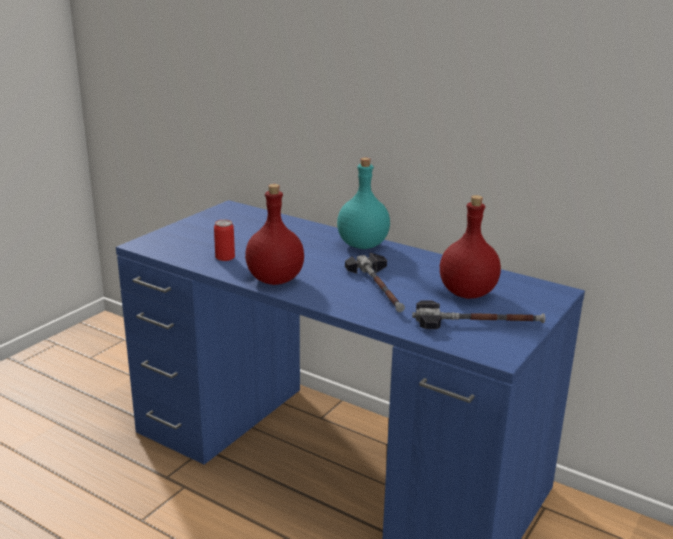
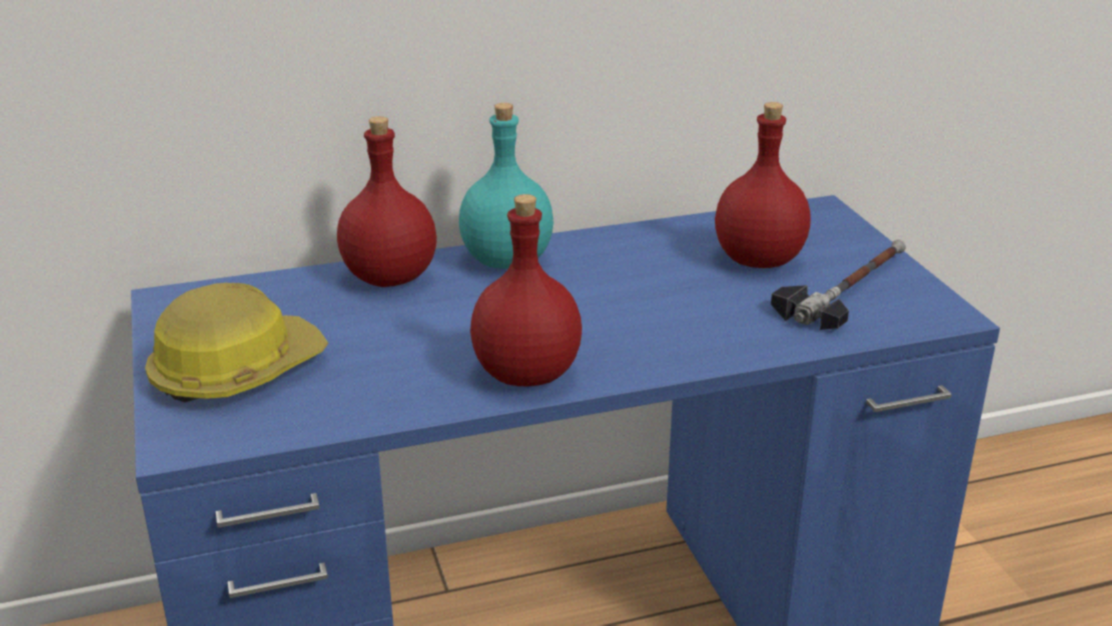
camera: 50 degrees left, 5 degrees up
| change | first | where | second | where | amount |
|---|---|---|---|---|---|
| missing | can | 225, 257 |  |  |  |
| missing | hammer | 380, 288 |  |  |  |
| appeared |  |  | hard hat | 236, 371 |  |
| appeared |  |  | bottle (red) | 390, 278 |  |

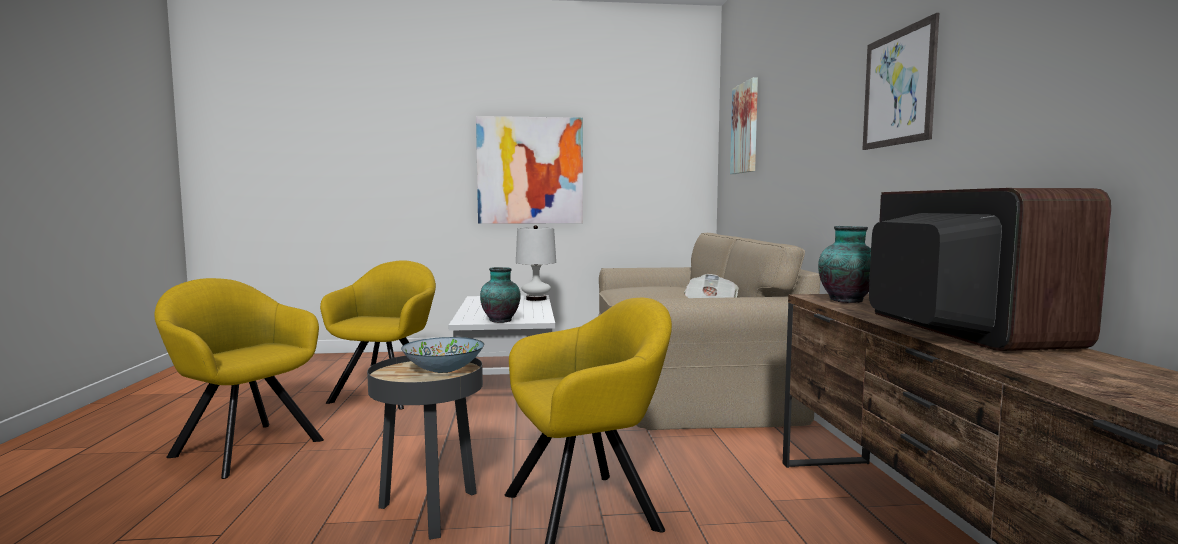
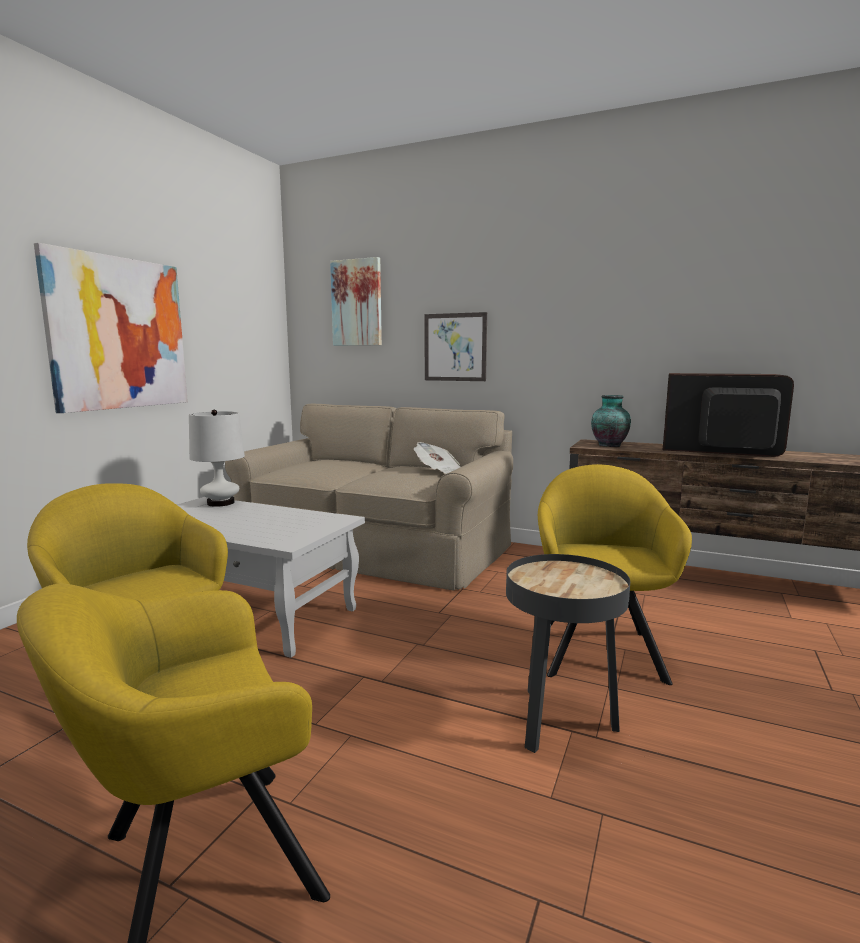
camera: 60 degrees left, 5 degrees up
| change | first | where | second | where | amount |
|---|---|---|---|---|---|
| missing | bowl | 444, 370 |  |  |  |
| missing | vase | 501, 320 |  |  |  |
| relocated | picture | 898, 88 |  | 455, 347 |  |

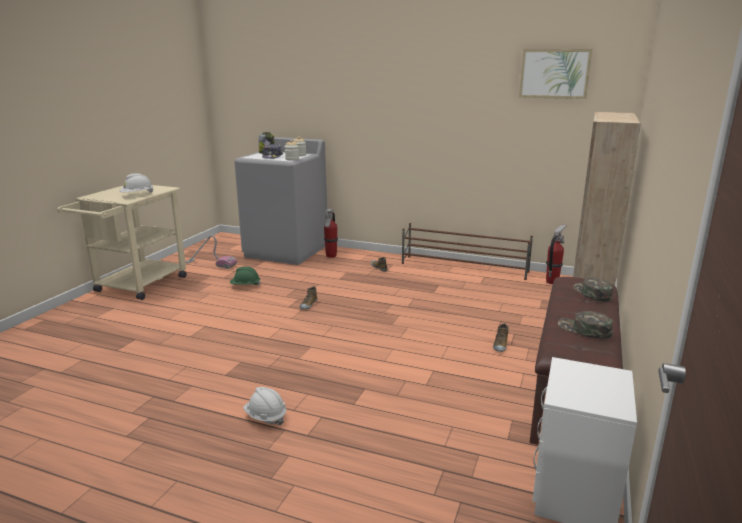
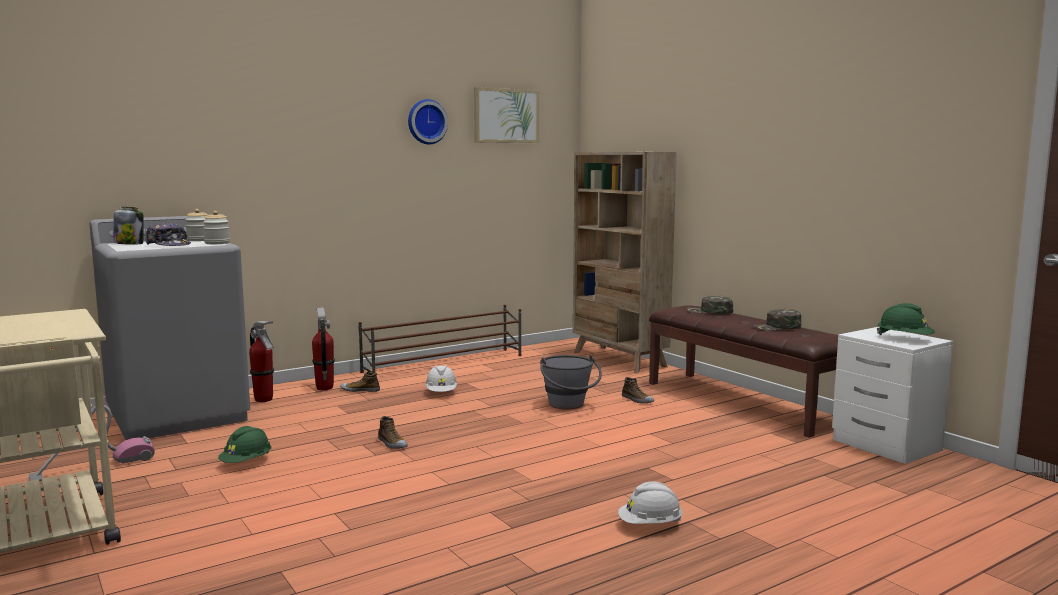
camera: 55 degrees left, 10 degrees down
| change | first | where | second | where | amount |
|---|---|---|---|---|---|
| relocated | hard hat (white) | 137, 195 |  | 441, 393 |  |
| relocated | fire extinguisher | 552, 282 |  | 324, 388 |  |
| appeared |  |  | wall clock | 426, 122 |  |
| appeared |  |  | bucket (grey) | 569, 406 |  |
| appeared |  |  | hard hat (green) | 904, 338 |  |

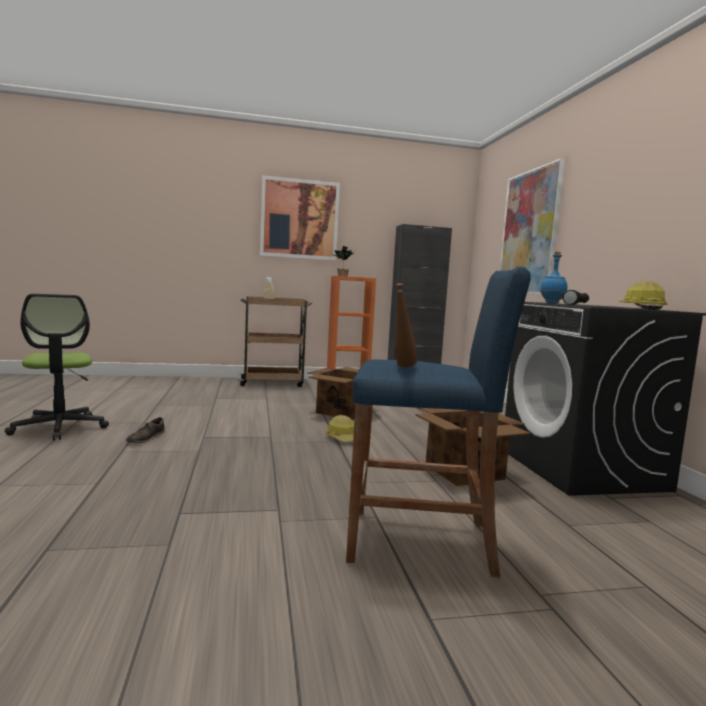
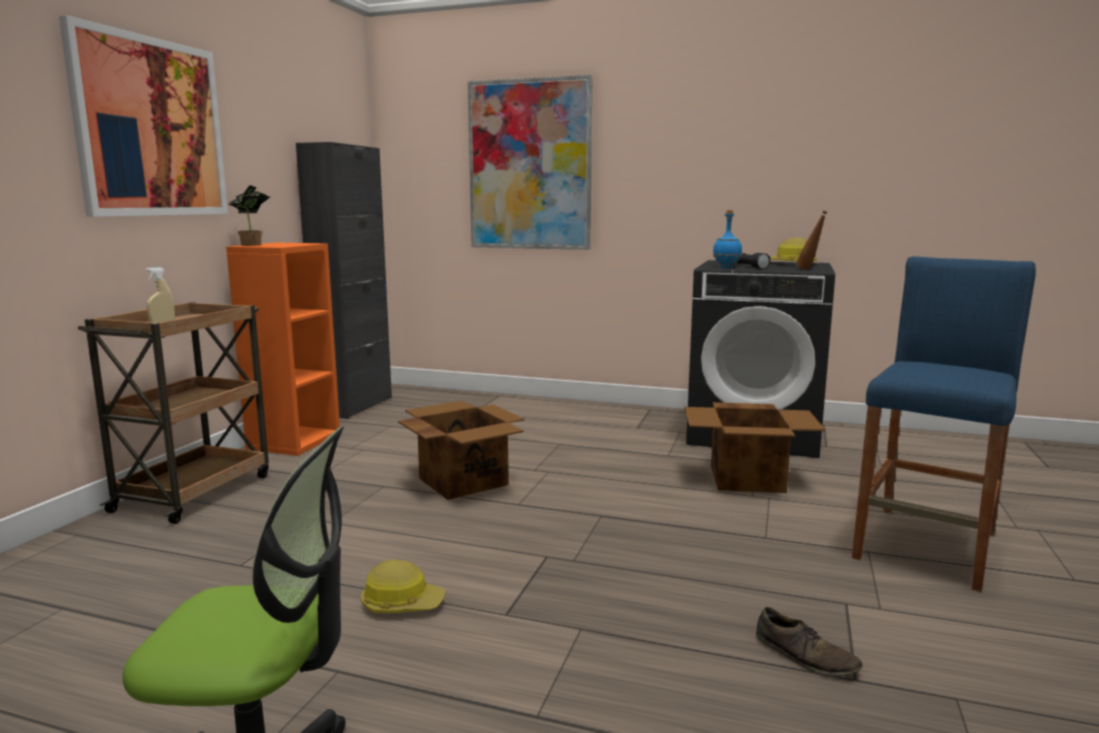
camera: 60 degrees left, 5 degrees up
| change | first | where | second | where | amount |
|---|---|---|---|---|---|
| relocated | shoe (brown) | 145, 438 |  | 805, 656 |  |
| relocated | hard hat | 343, 438 |  | 402, 603 |  |
| relocated | bottle (brown) | 401, 367 |  | 809, 269 |  |

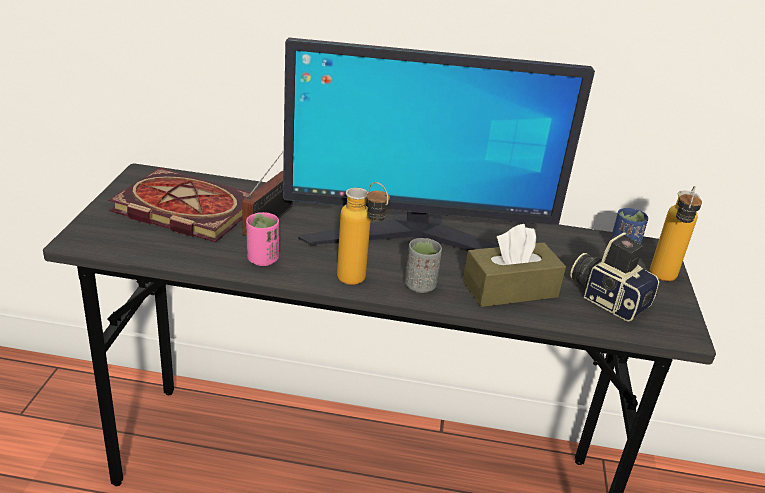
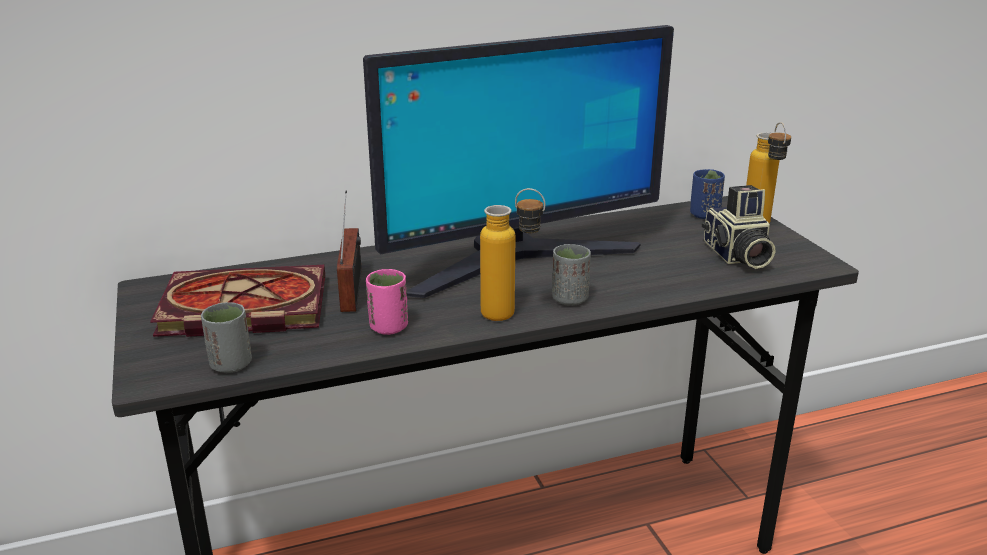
camera: 25 degrees left, 5 degrees down
| change | first | where | second | where | amount |
|---|---|---|---|---|---|
| missing | tissue box (brown) | 510, 289 |  |  |  |
| spun | photo camera | 608, 298 |  | 736, 256 | 120 degrees counterclockwise |
| appeared |  |  | cup (grey) | 231, 365 |  |

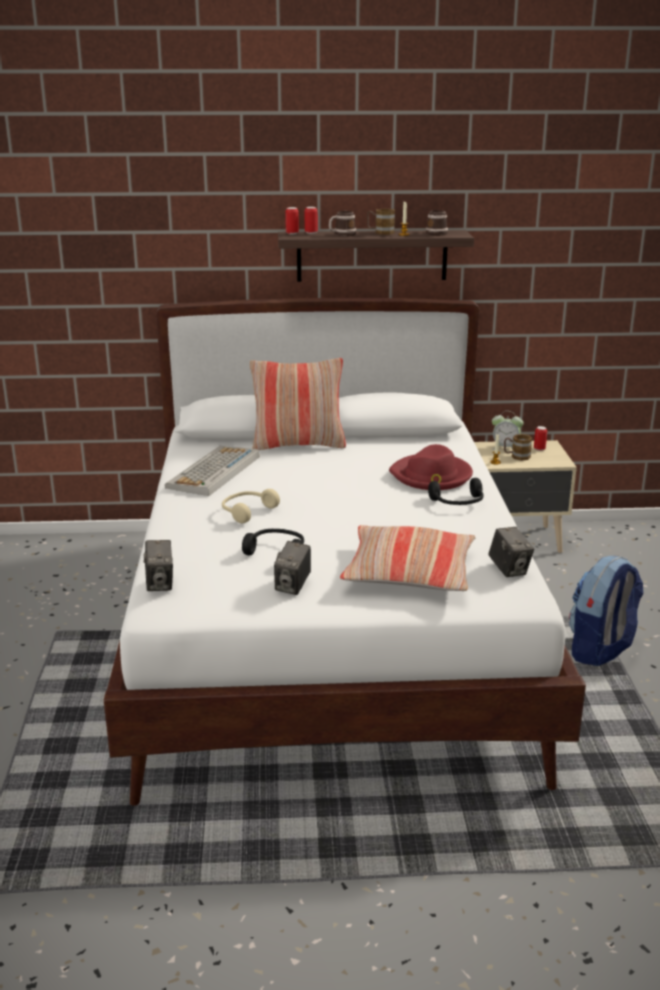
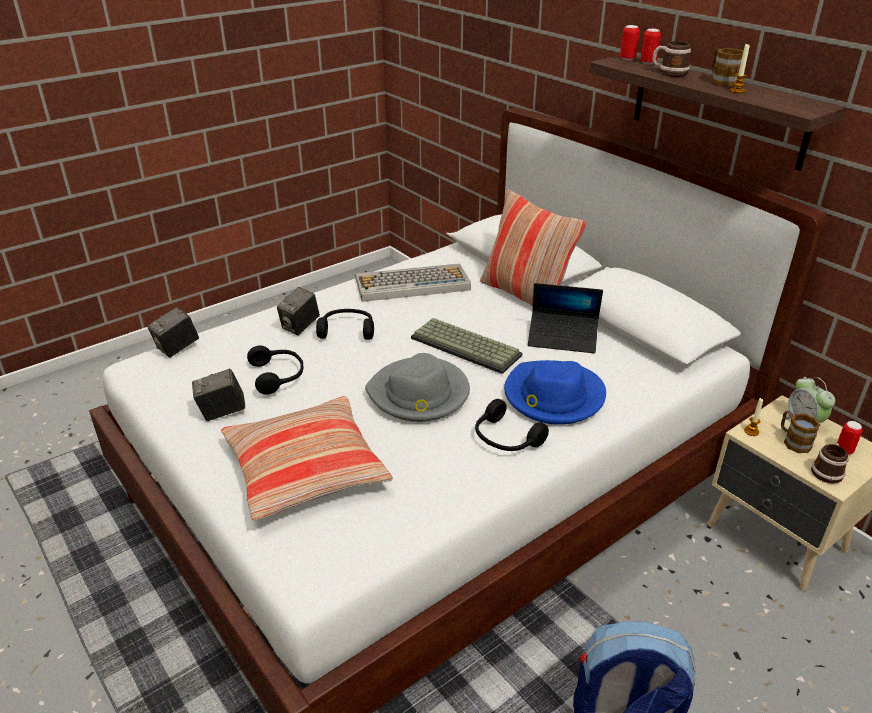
camera: 55 degrees right, 10 degrees up
| change | first | where | second | where | amount |
|---|---|---|---|---|---|
| colour | headphones (beige) | 247, 511 | headphones (black) | 347, 330 |  |
| colour | hat (red) | 431, 476 | hat (blue) | 553, 396 |  |
| relocated | mug | 434, 233 |  | 827, 471 |  |
| relocated | photo camera | 509, 570 |  | 300, 327 |  |
| appeared |  |  | hat (grey) | 419, 394 |  |
| appeared |  |  | keyboard | 467, 346 |  |
| appeared |  |  | laptop | 562, 338 |  |

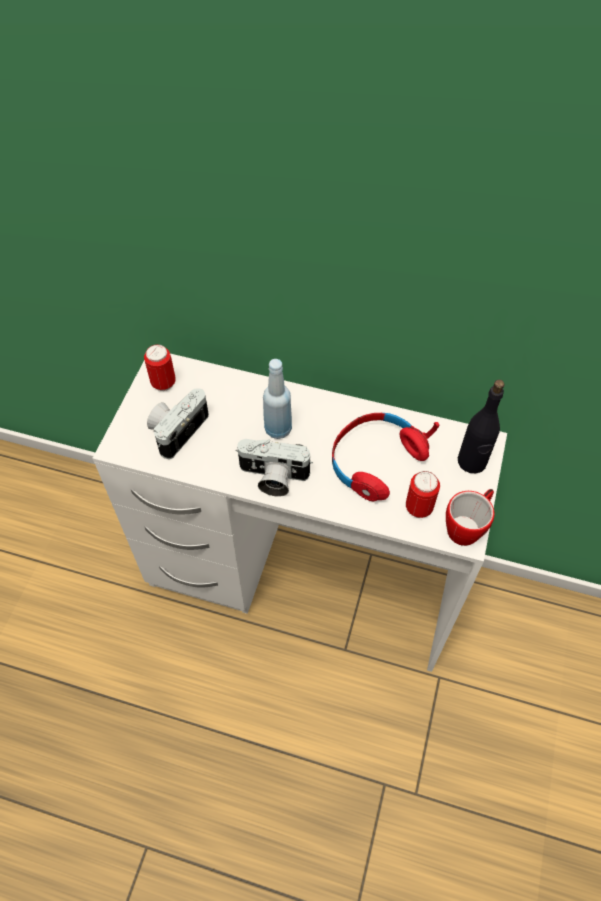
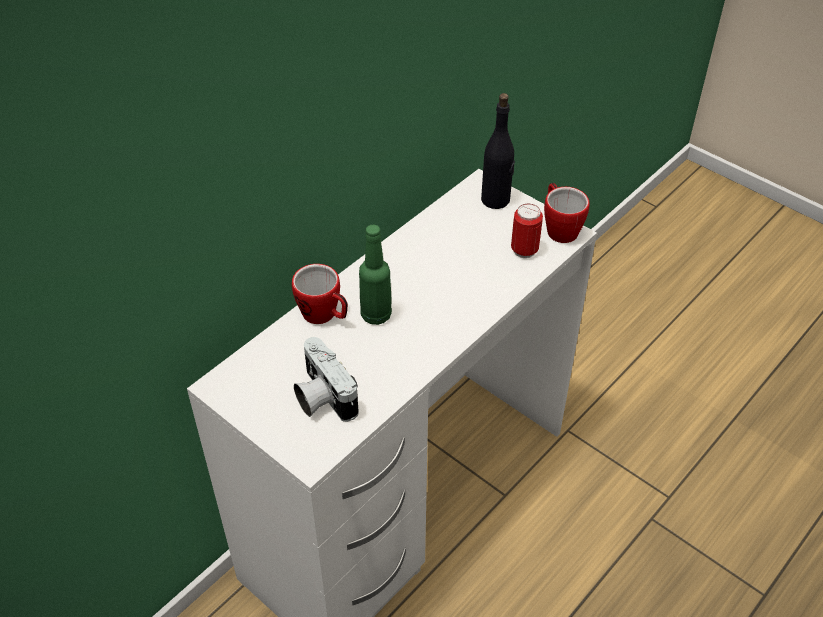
camera: 65 degrees left, 10 degrees down
| change | first | where | second | where | amount |
|---|---|---|---|---|---|
| missing | can | 163, 383 |  |  |  |
| missing | photo camera | 272, 477 |  |  |  |
| colour | bottle (blue) | 278, 429 | bottle (green) | 376, 315 |  |
| missing | headphones (red) | 375, 460 |  |  |  |
| appeared |  |  | mug | 324, 316 |  |

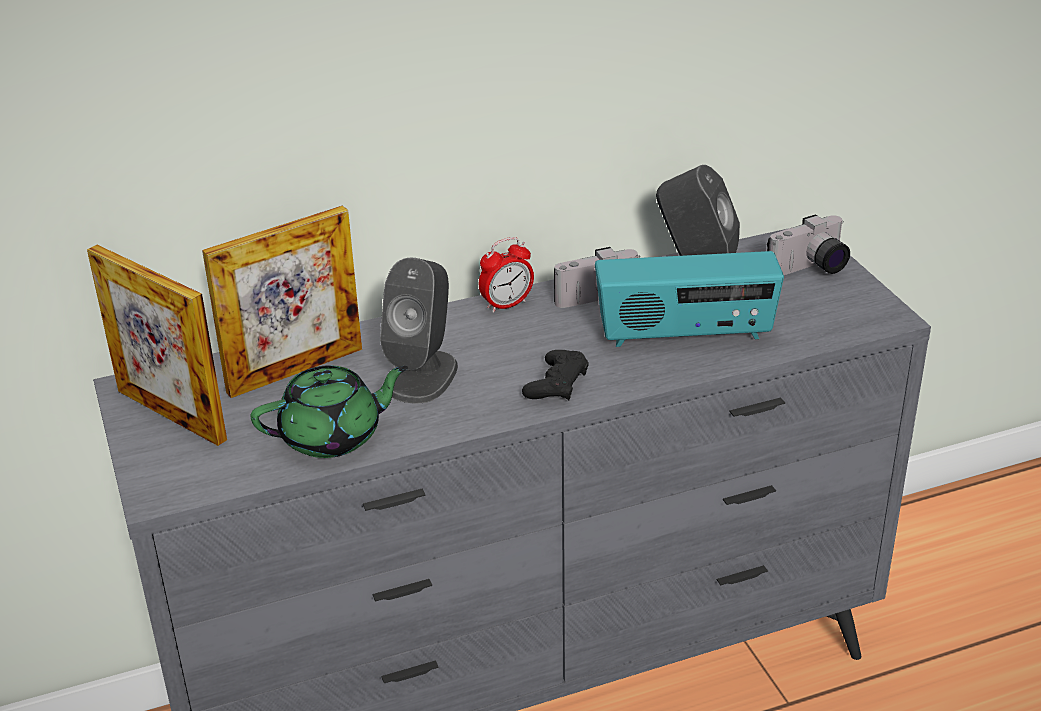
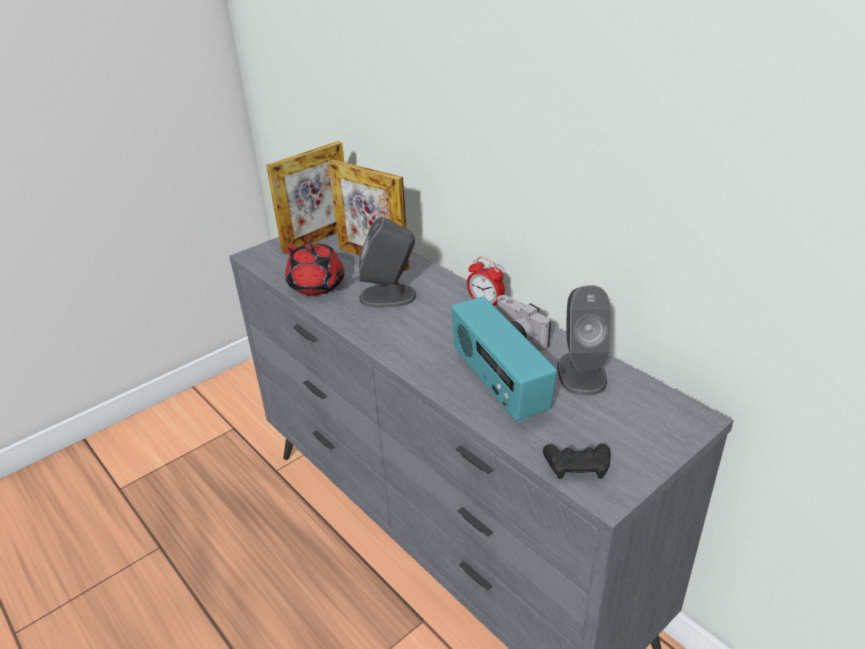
camera: 70 degrees right, 0 degrees up
| change | first | where | second | where | amount |
|---|---|---|---|---|---|
| spun | picture frame | 171, 415 |  | 317, 239 | 150 degrees counterclockwise |
| colour | teapot (green) | 333, 436 | teapot (red) | 317, 286 |  |
| relocated | game controller (black) | 556, 384 |  | 577, 465 |  |
| missing | photo camera | 811, 269 |  |  |  |

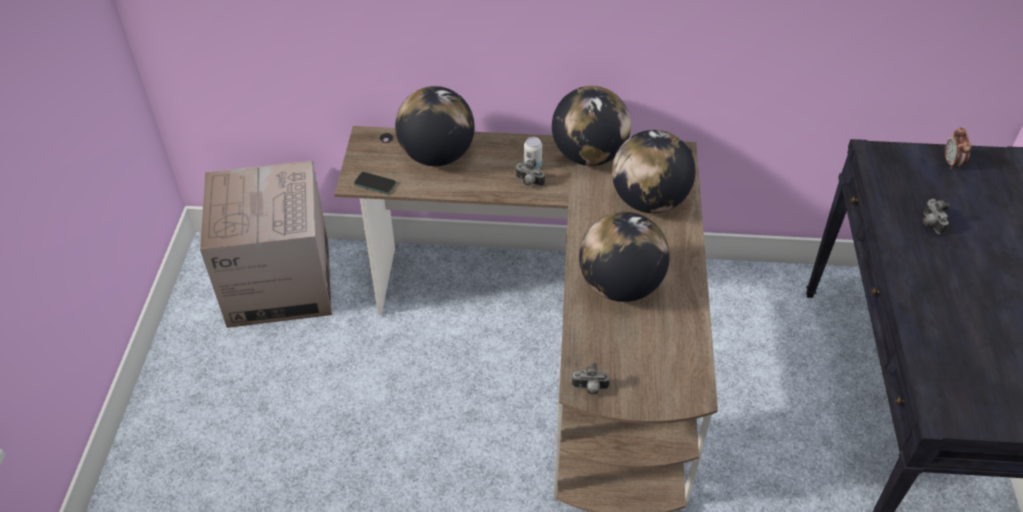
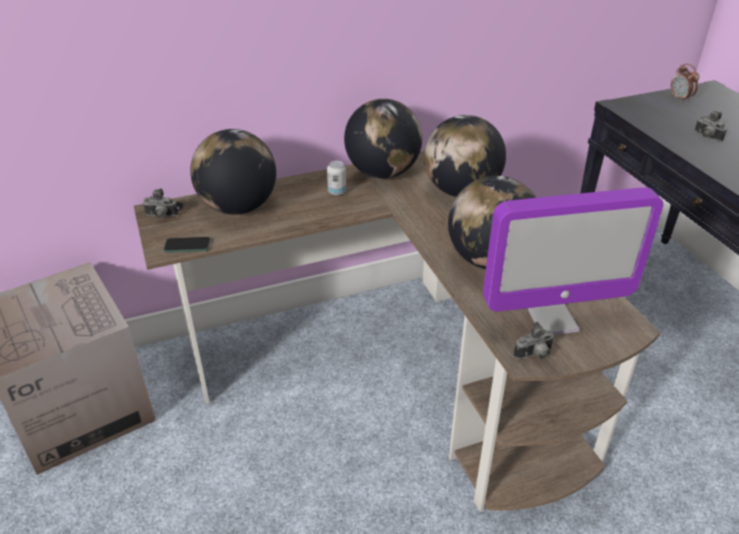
camera: 25 degrees left, 10 degrees down
| change | first | where | second | where | amount |
|---|---|---|---|---|---|
| relocated | photo camera | 528, 183 |  | 161, 216 |  |
| appeared |  |  | monitor | 552, 319 |  |

